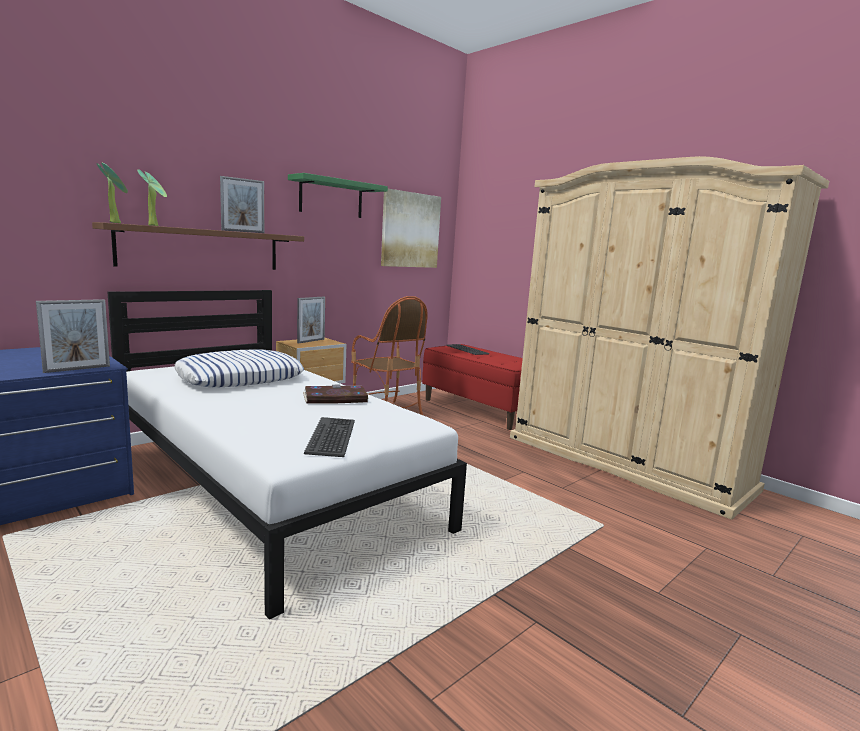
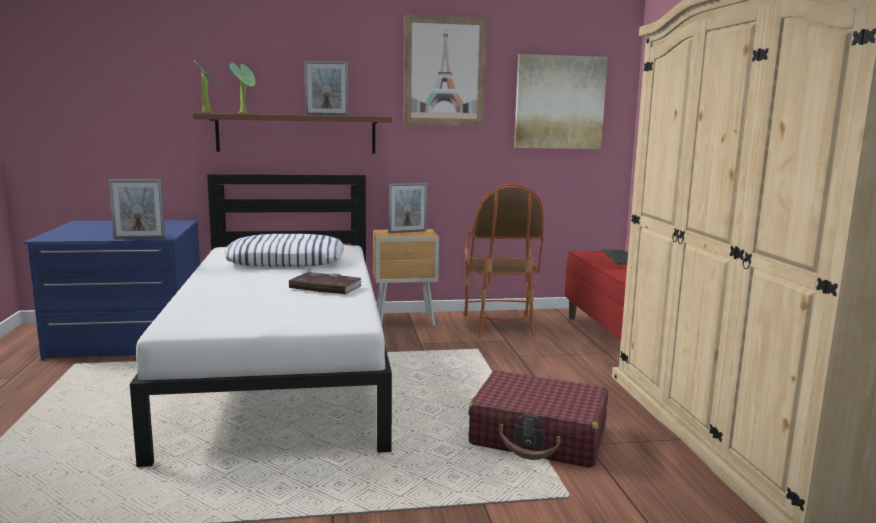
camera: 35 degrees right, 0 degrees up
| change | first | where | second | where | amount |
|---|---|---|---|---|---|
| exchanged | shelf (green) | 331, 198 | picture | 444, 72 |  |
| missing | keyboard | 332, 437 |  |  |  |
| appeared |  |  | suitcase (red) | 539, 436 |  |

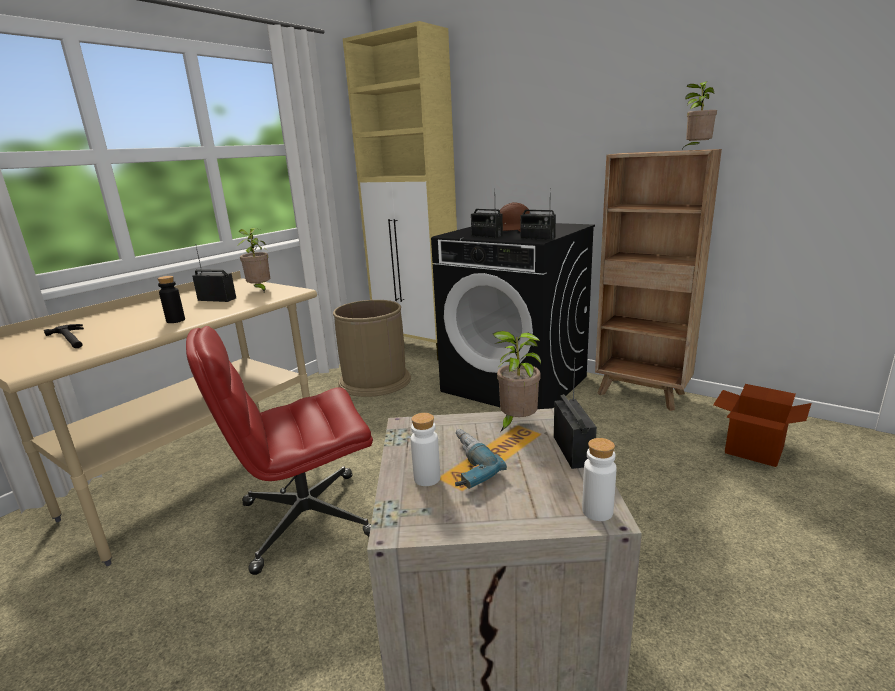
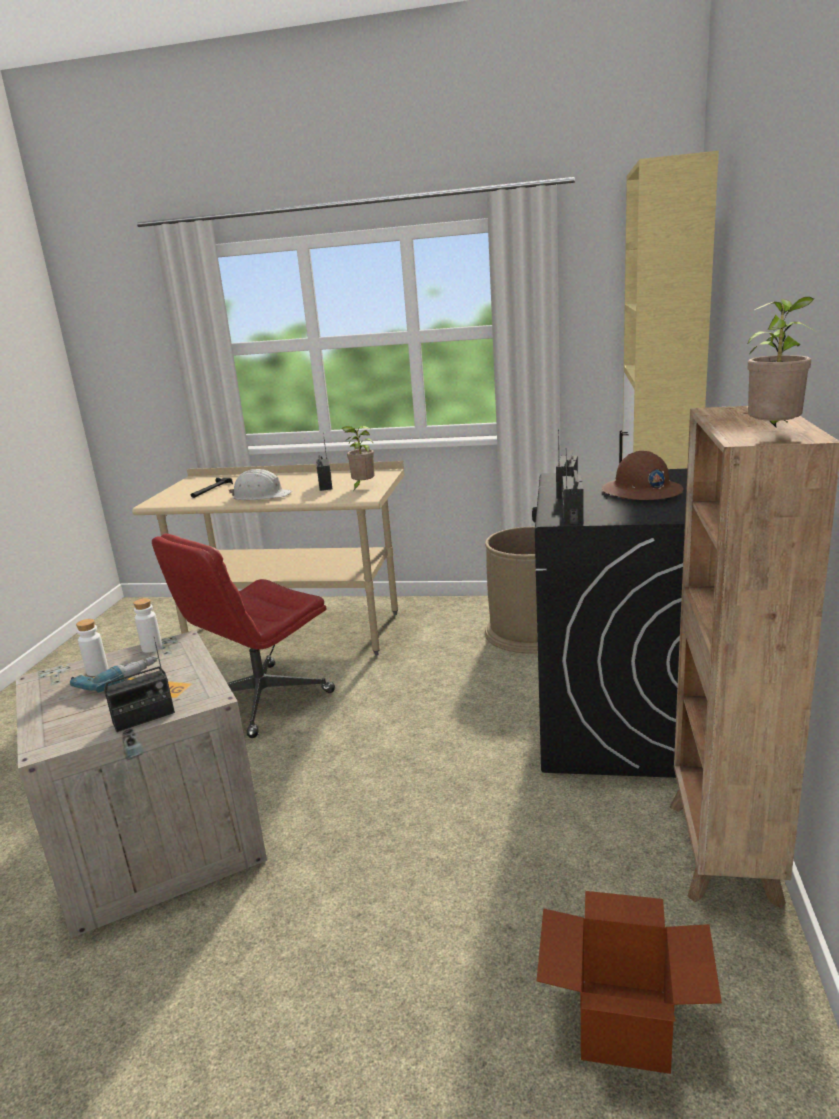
camera: 65 degrees right, 0 degrees up
| change | first | where | second | where | amount |
|---|---|---|---|---|---|
| exchanged | bottle (black) | 175, 320 | hard hat (white) | 261, 496 |  |
| spun | office chair (red) | 305, 520 |  | 261, 700 | 90 degrees counterclockwise |
| missing | potted plant | 516, 423 |  |  |  |
| relocated | bottle (white) | 597, 511 |  | 152, 648 |  |

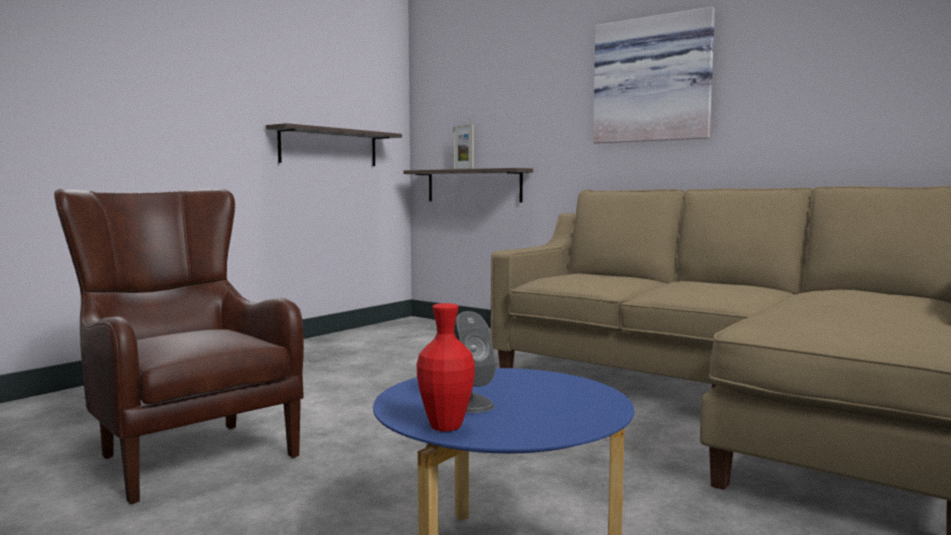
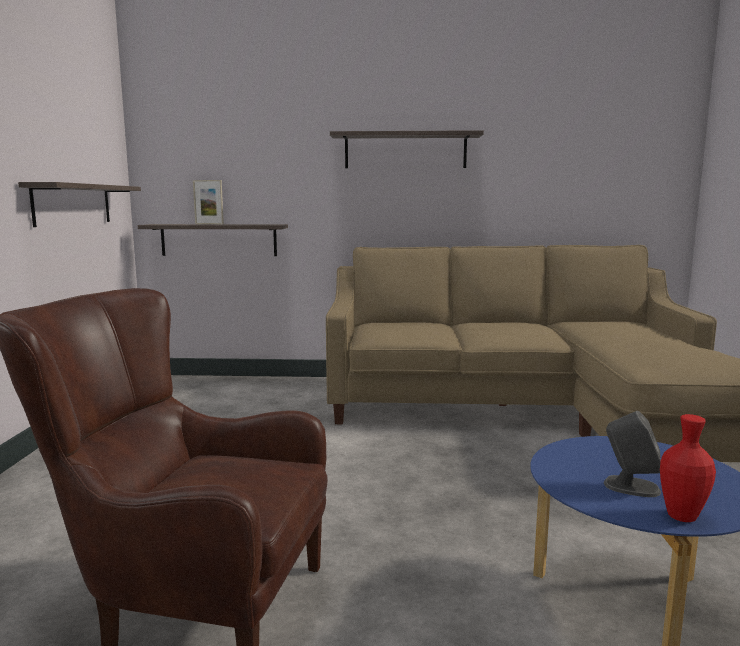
camera: 35 degrees left, 5 degrees up
| change | first | where | second | where | amount |
|---|---|---|---|---|---|
| exchanged | picture | 653, 80 | shelf | 405, 151 |  |

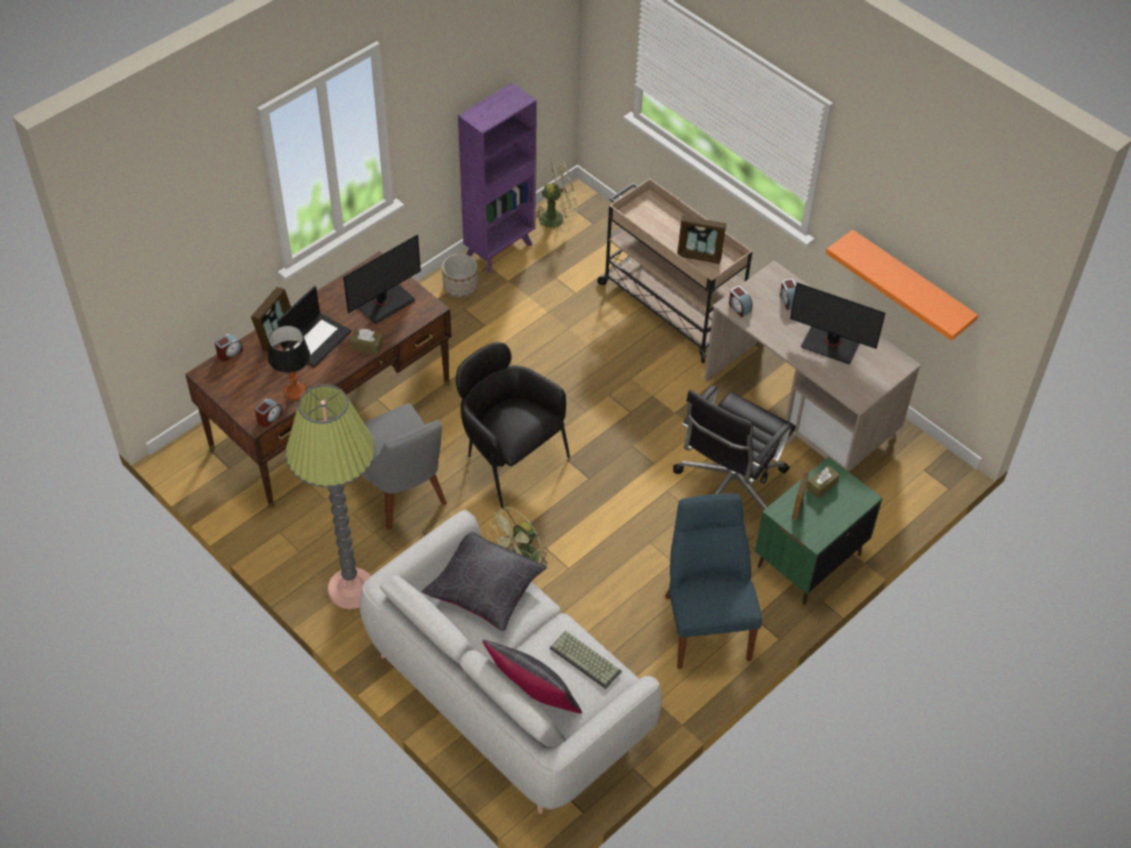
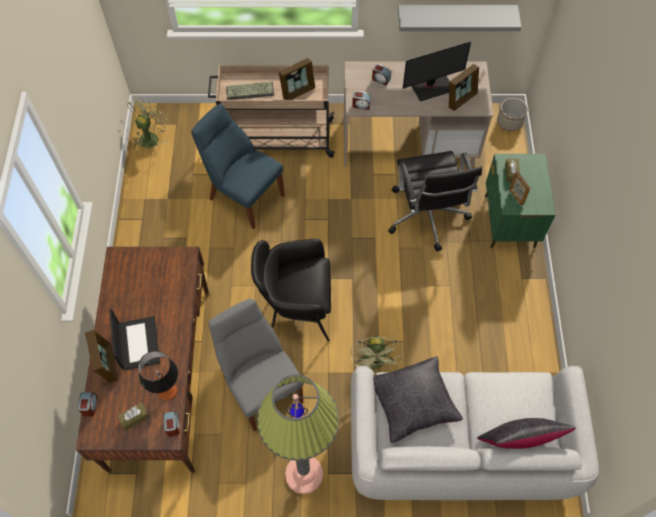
camera: 45 degrees left, 10 degrees up
| change | first | where | second | where | amount |
|---|---|---|---|---|---|
| missing | monitor | 384, 302 |  |  |  |
| relocated | tissue box (brown) | 367, 346 |  | 135, 418 |  |
| spun | chair (grey) | 401, 492 |  | 260, 386 | 135 degrees counterclockwise |
| relocated | planter | 460, 286 |  | 509, 122 |  |
| missing | bookcase (purple) | 500, 248 |  |  |  |
| relocated | keyboard | 586, 659 |  | 250, 90 |  |
| relocated | chair (blue) | 705, 623 |  | 243, 195 |  |
| colour | shelf (orange) | 910, 284 | shelf (grey) | 456, 15 |  |
| appeared |  |  | picture frame | 461, 99 |  |

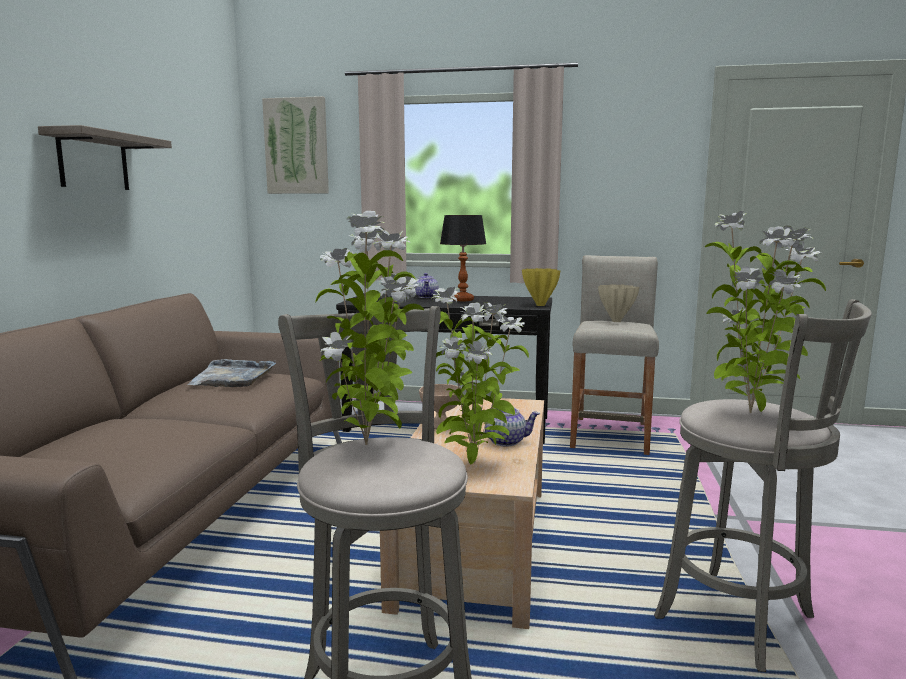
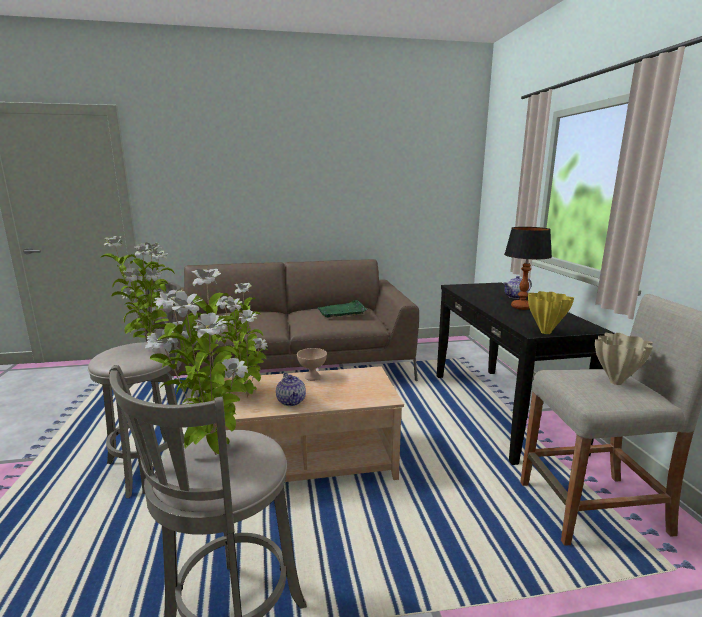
camera: 70 degrees right, 5 degrees up
| change | first | where | second | where | amount |
|---|---|---|---|---|---|
| missing | shelf | 93, 161 |  |  |  |
| colour | tray (grey) | 233, 377 | tray (green) | 342, 311 |  |
| missing | picture | 296, 146 |  |  |  |

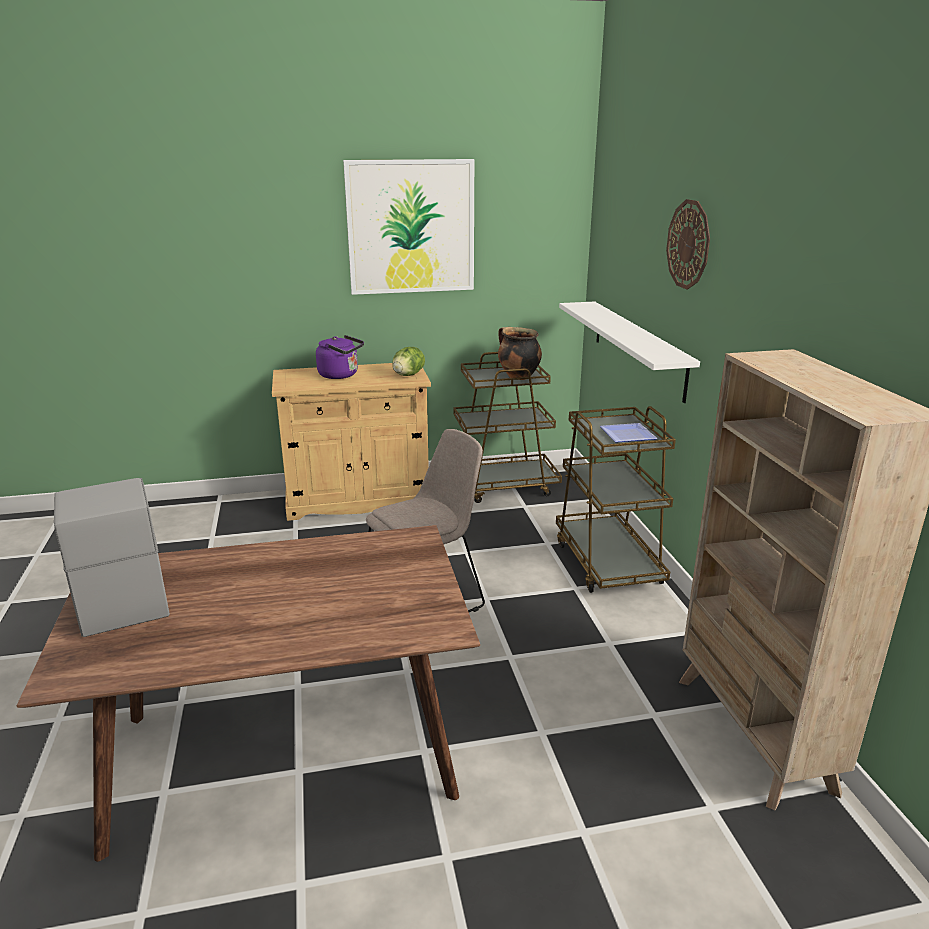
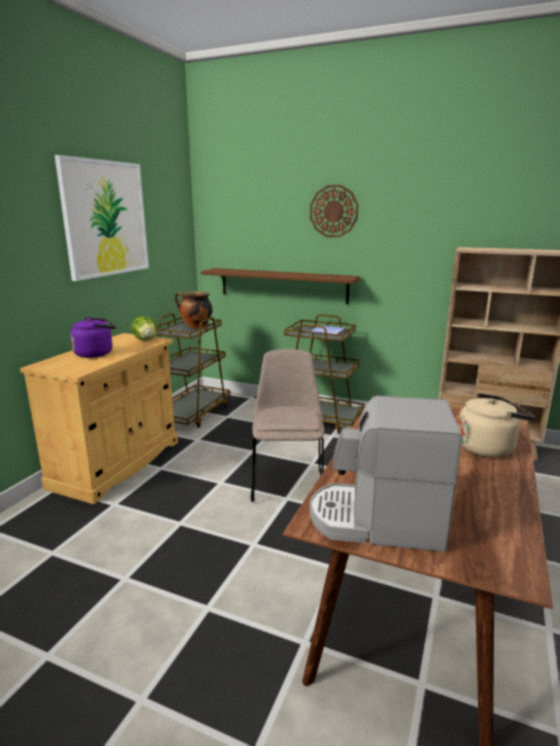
camera: 55 degrees left, 5 degrees down
| change | first | where | second | where | amount |
|---|---|---|---|---|---|
| colour | shelf (white) | 638, 348 | shelf (brown) | 283, 285 |  |
| appeared |  |  | kettle (beige) | 488, 447 |  |

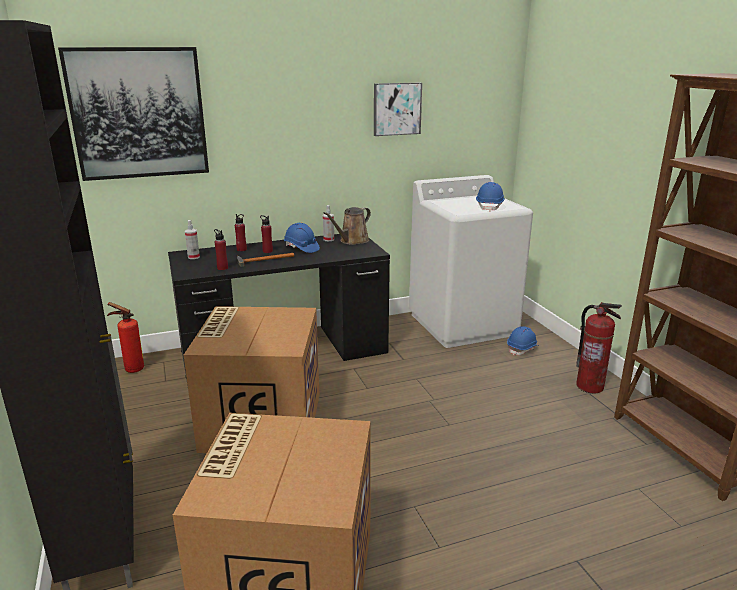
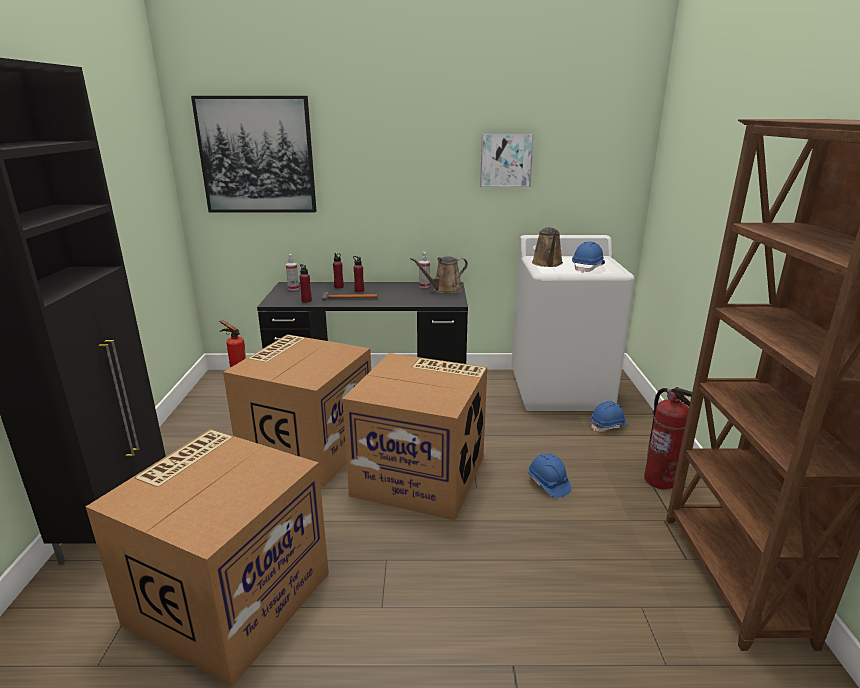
camera: 20 degrees right, 0 degrees up
| change | first | where | second | where | amount |
|---|---|---|---|---|---|
| relocated | hard hat (blue) | 301, 248 |  | 548, 484 |  |
| appeared |  |  | cardboard box | 422, 475 |  |
| appeared |  |  | watering can (brown) | 547, 264 |  |

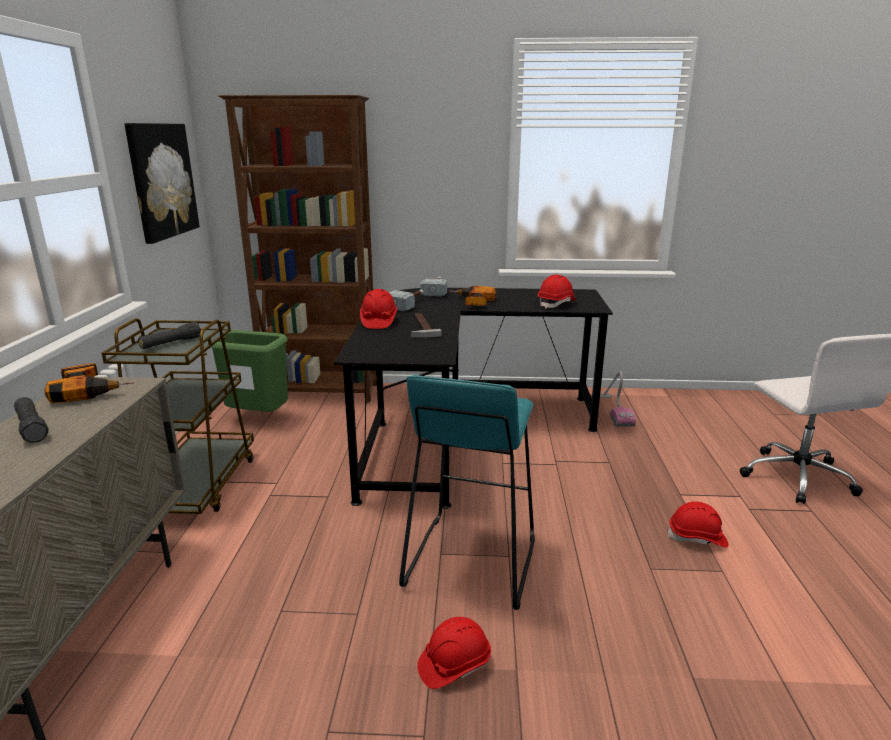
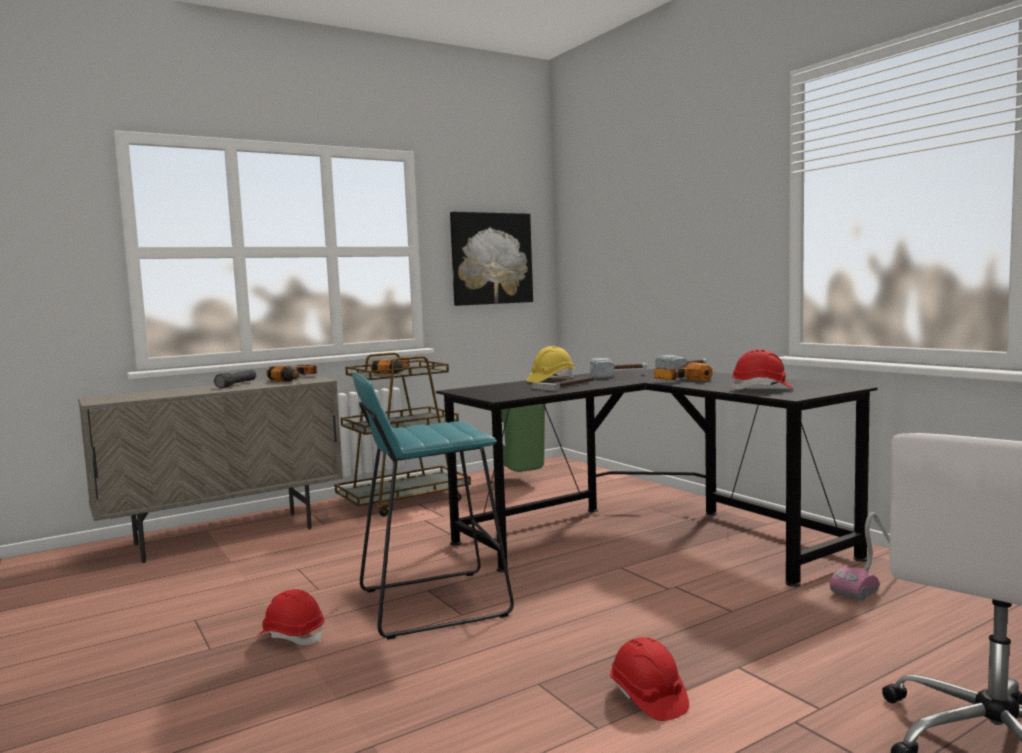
camera: 55 degrees right, 15 degrees down
| change | first | where | second | where | amount |
|---|---|---|---|---|---|
| exchanged | flashlight (black) | 171, 343 | power drill | 398, 372 |  |
| missing | bookcase (brown) | 321, 392 |  |  |  |
| colour | hard hat (red) | 378, 322 | hard hat (yellow) | 550, 380 |  |

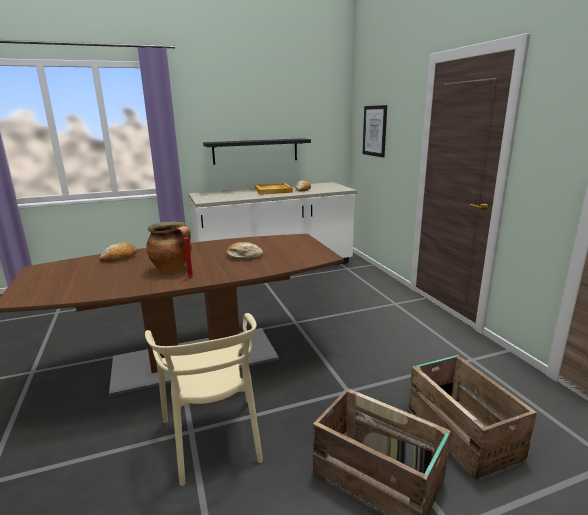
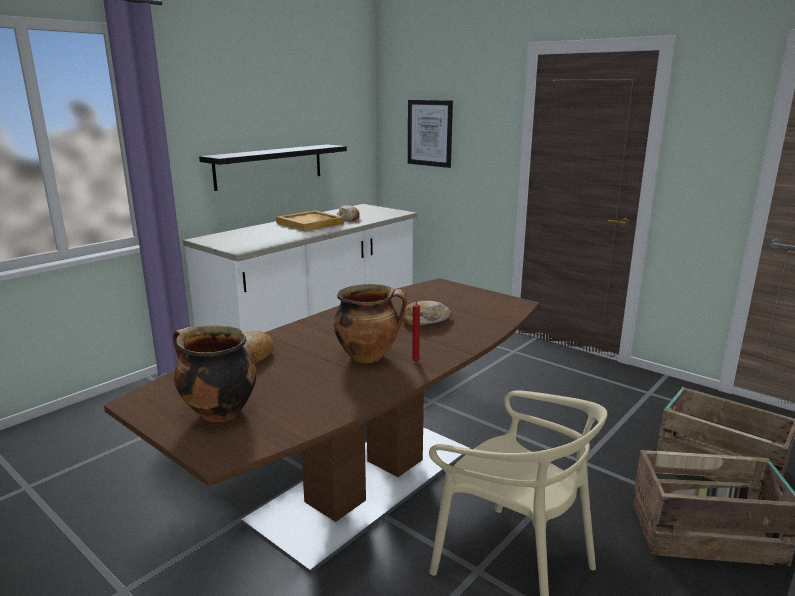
camera: 30 degrees left, 0 degrees up
| change | first | where | second | where | amount |
|---|---|---|---|---|---|
| appeared |  |  | cooking pot | 217, 412 |  |

